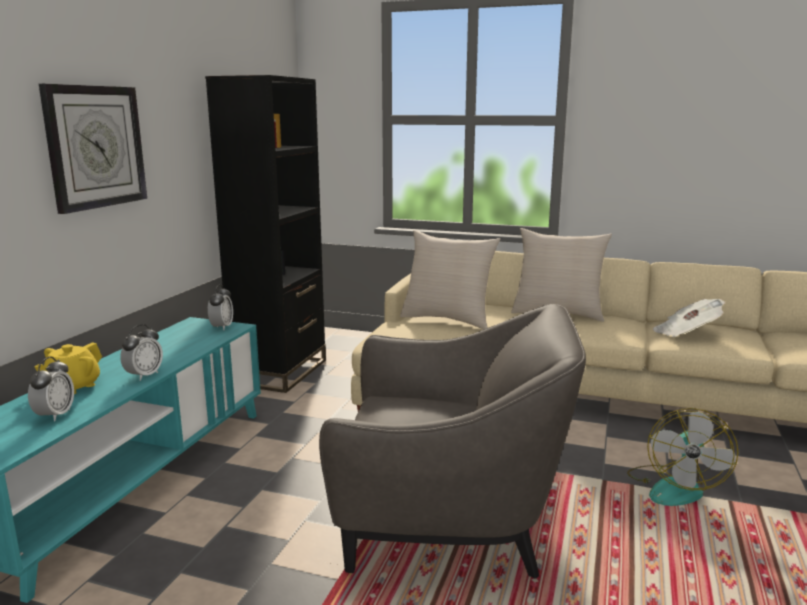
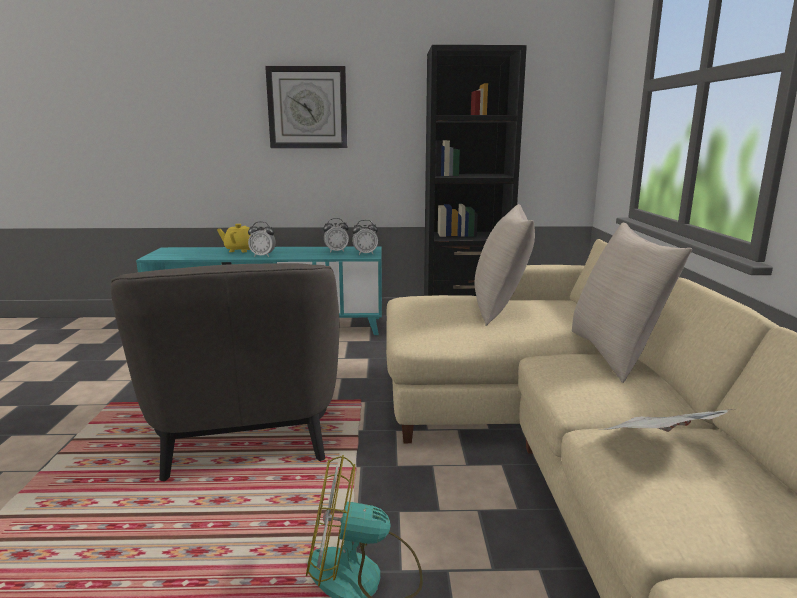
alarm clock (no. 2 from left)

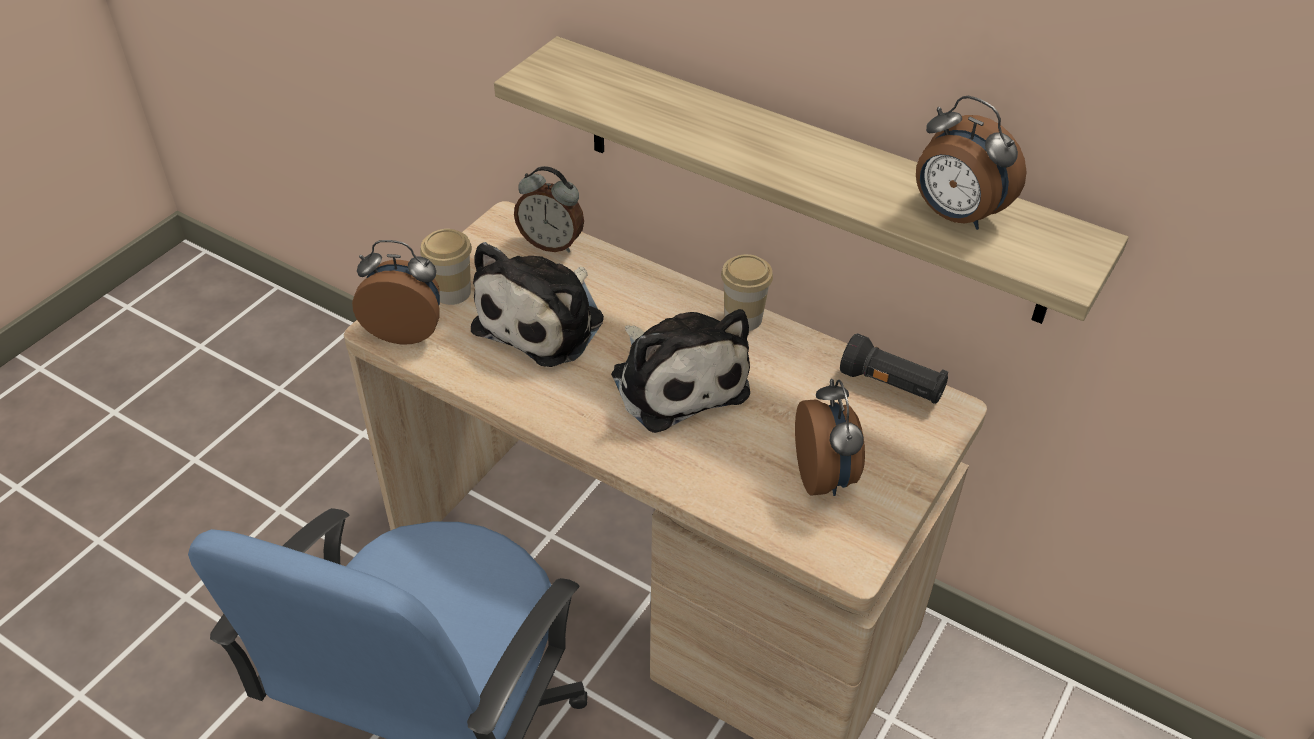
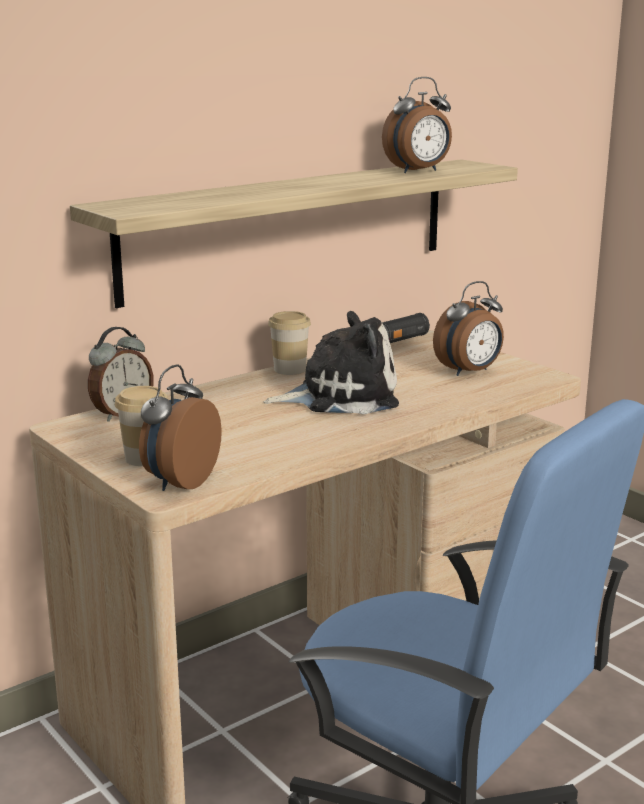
plush toy (no. 1 from left in the first image)
alarm clock (no. 4 from left)

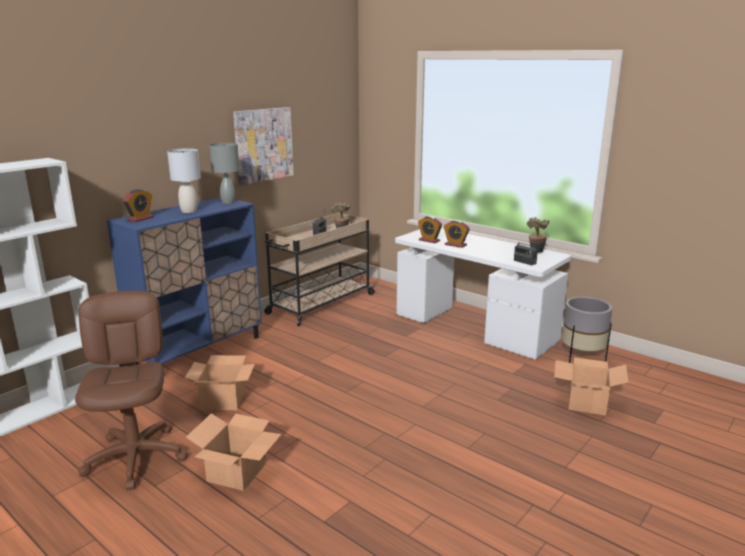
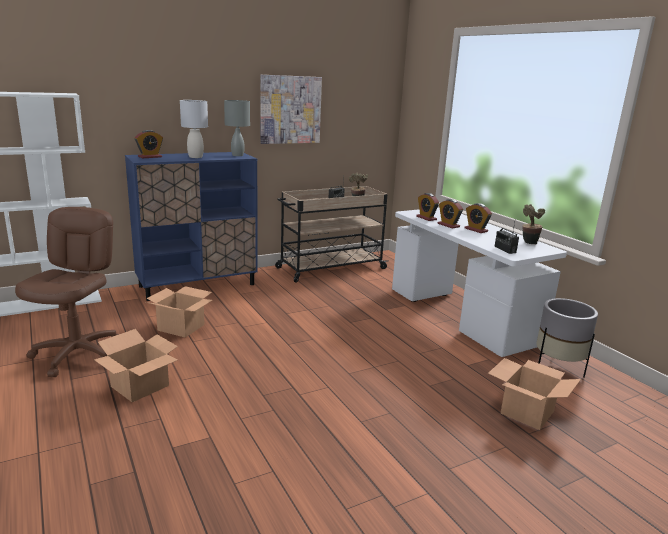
alarm clock (no. 4 from left)

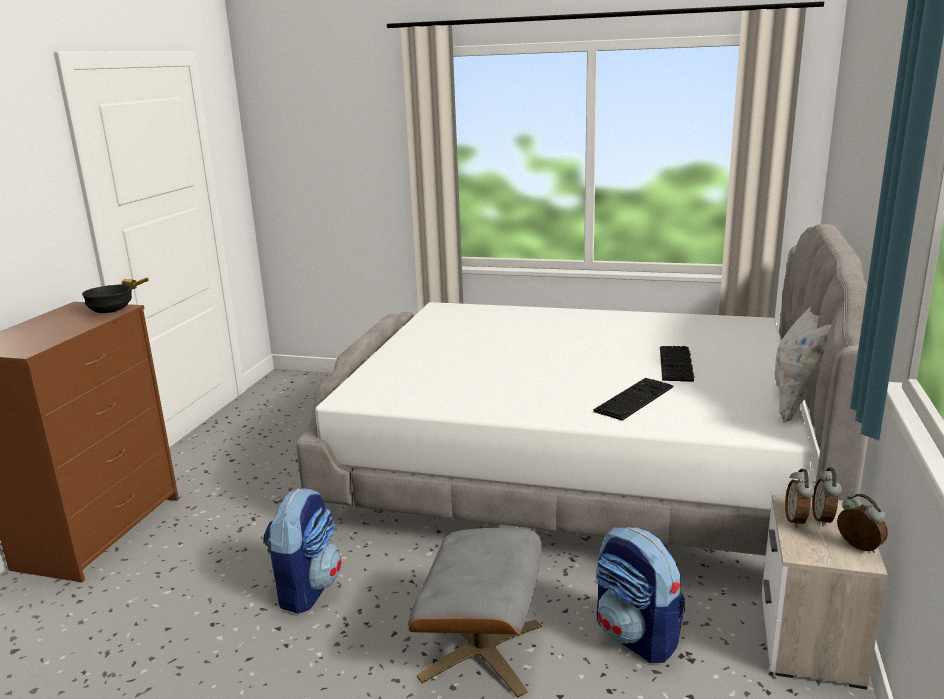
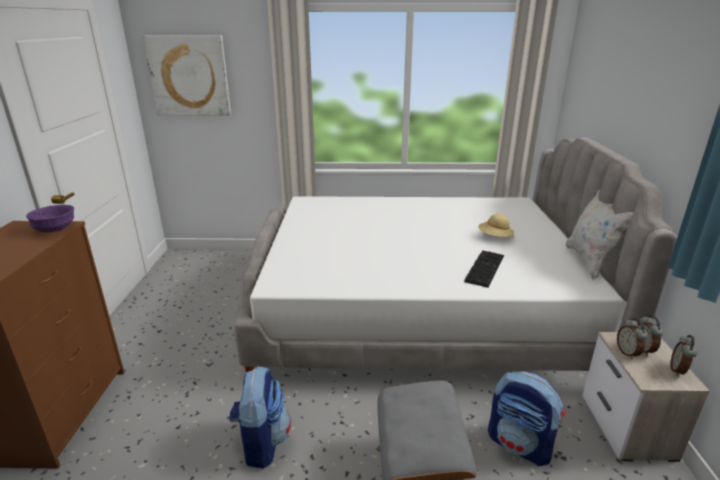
picture
beige hat
purple bowl
alarm clock (no. 3 from left)

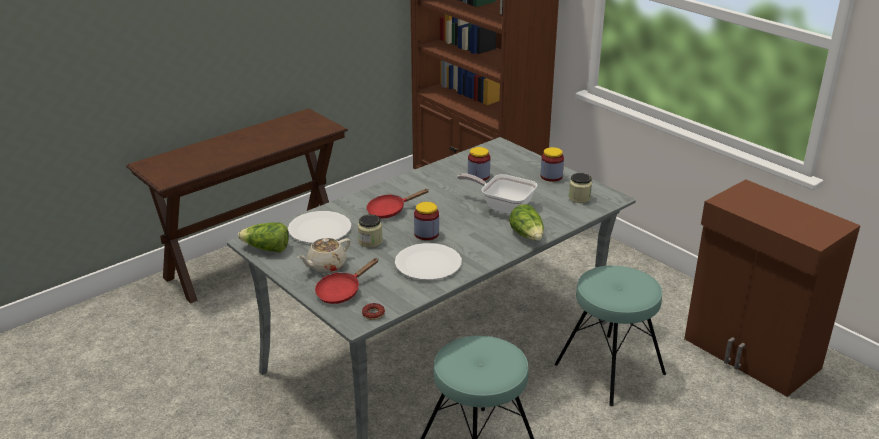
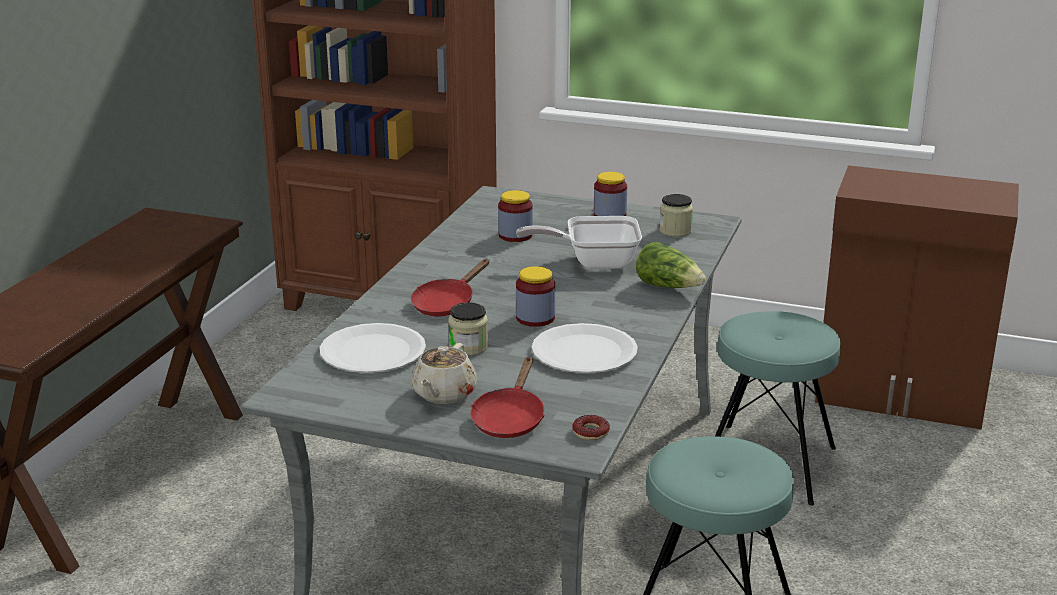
lettuce (no. 1 from left in the first image)

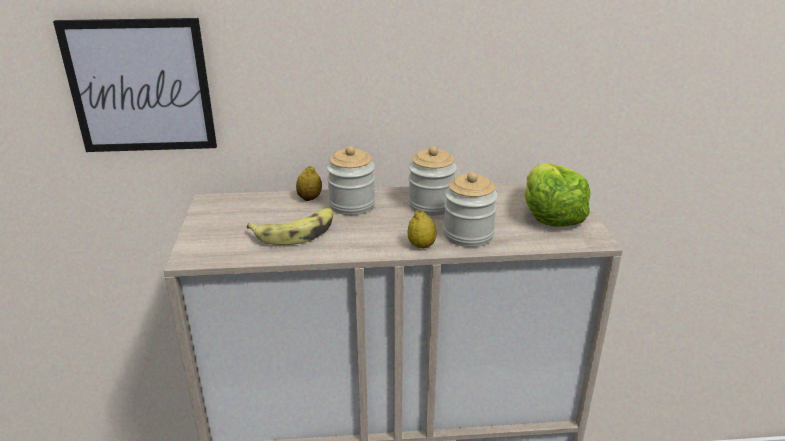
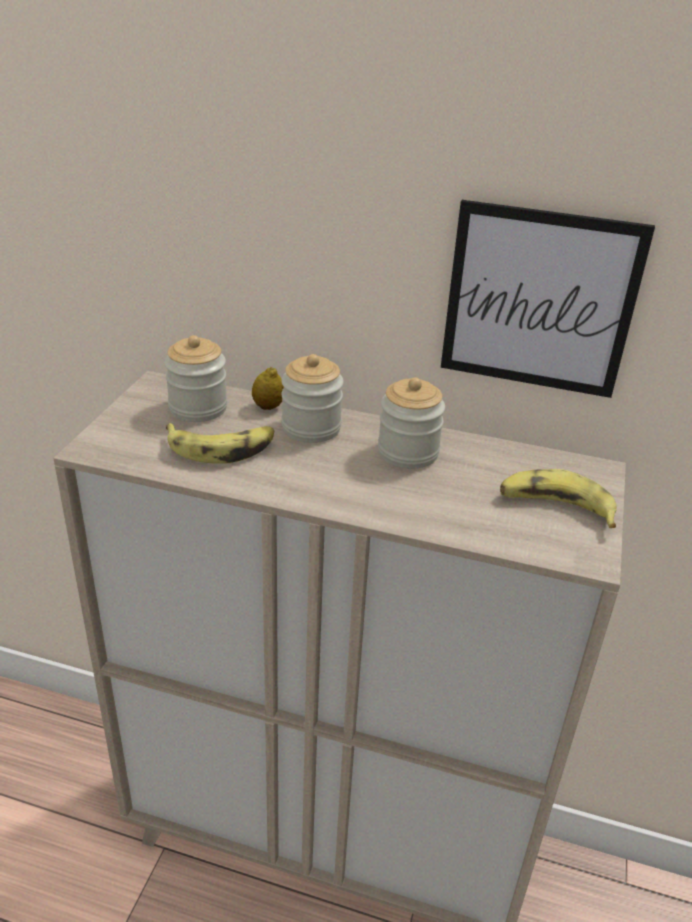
lemon (no. 2 from left in the first image)
picture
jar (no. 1 from left)
banana (no. 2 from left)

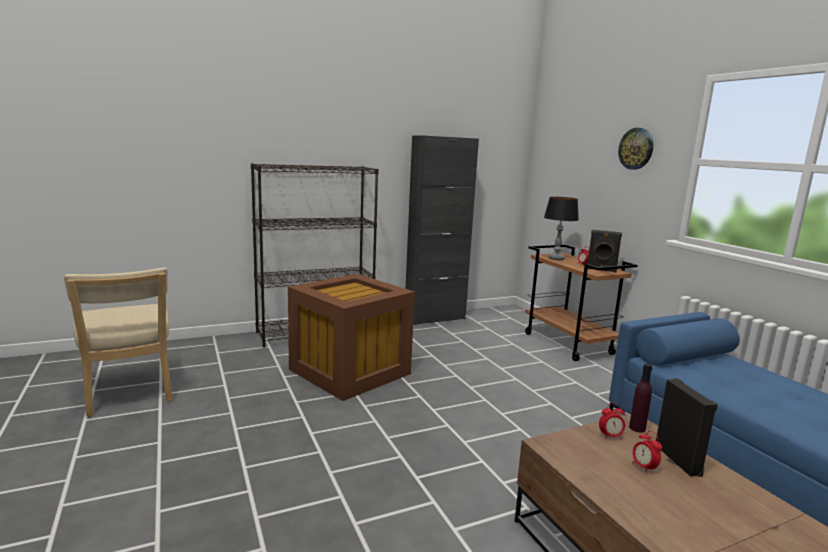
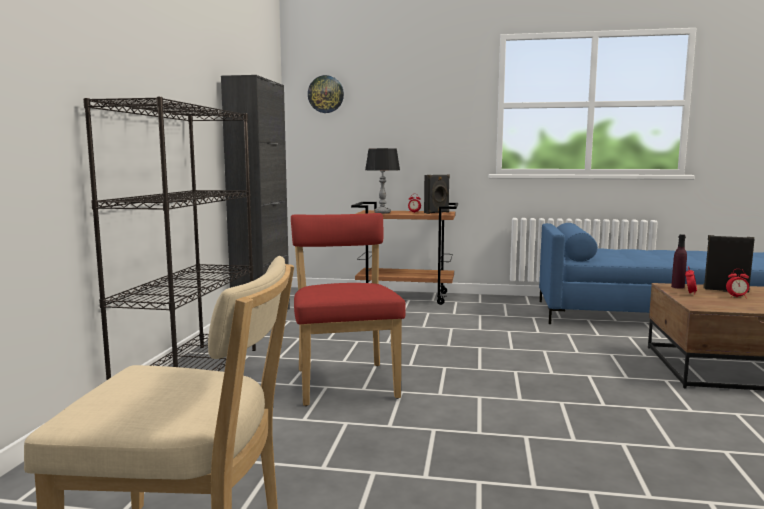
wall clock
red chair

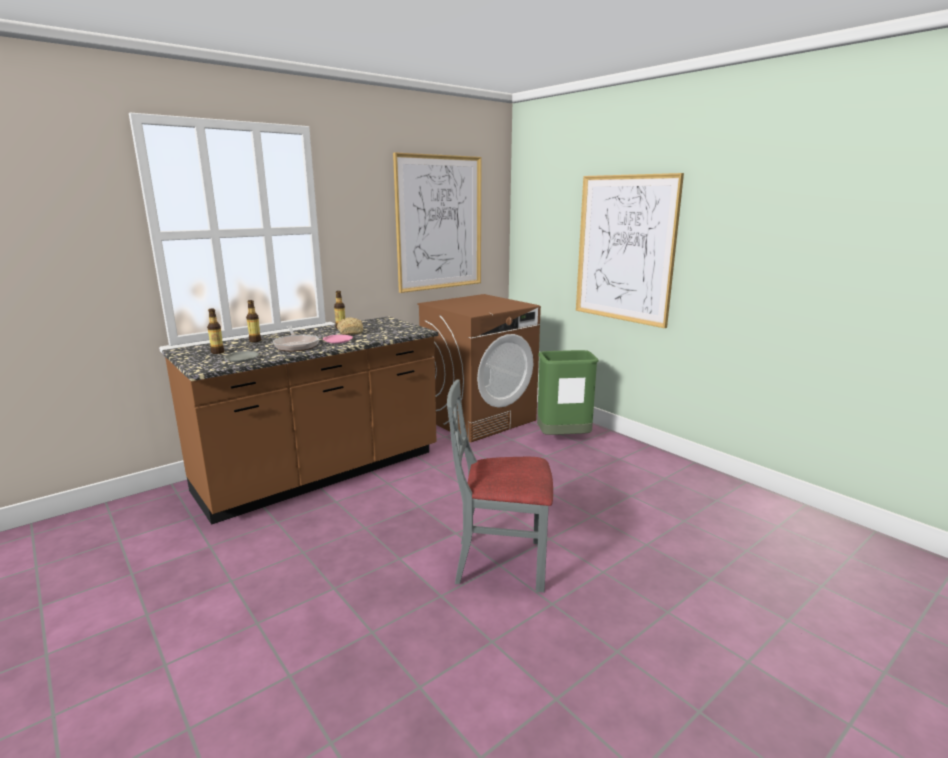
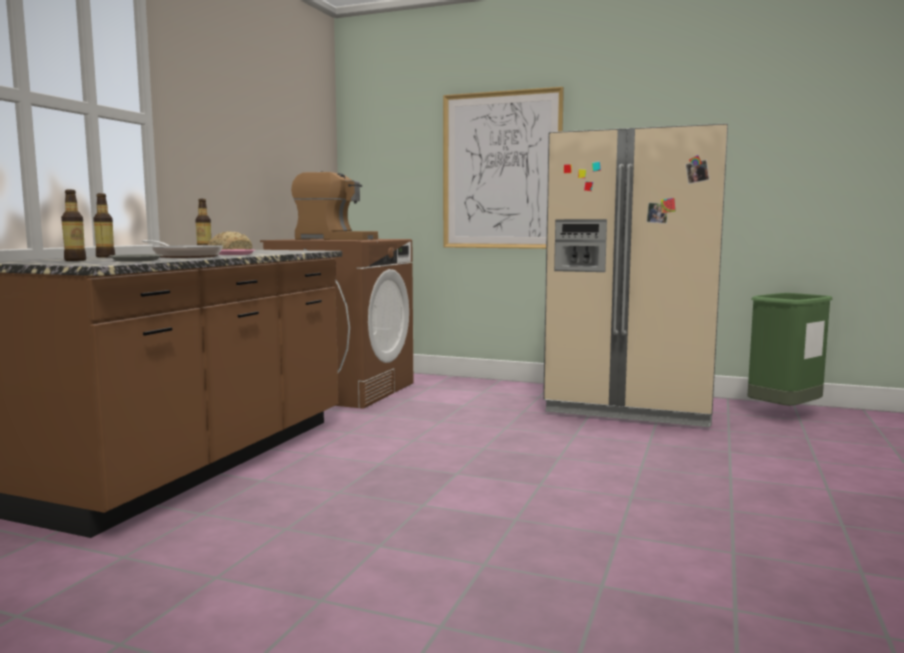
picture (no. 1 from left in the first image)
grey chair
coffee machine
beige fridge
green trash can

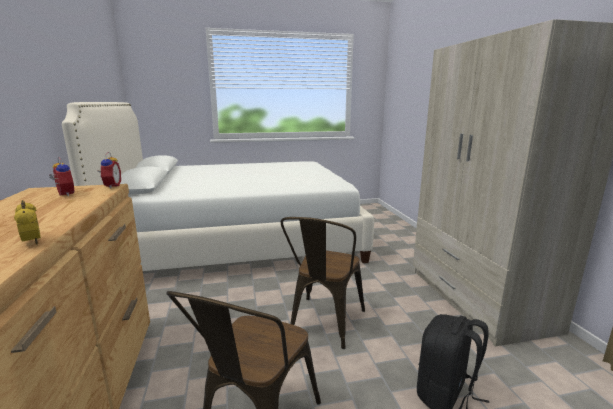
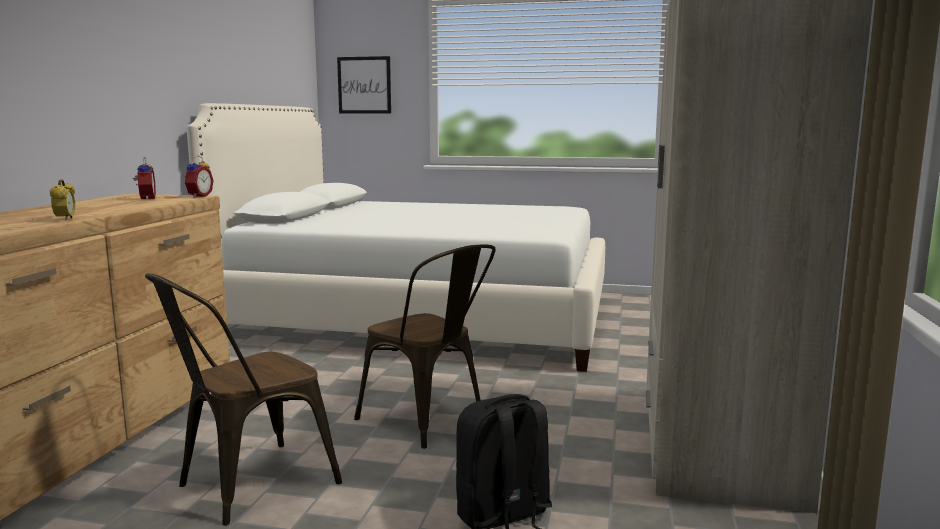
picture
brown chair (no. 2 from left)

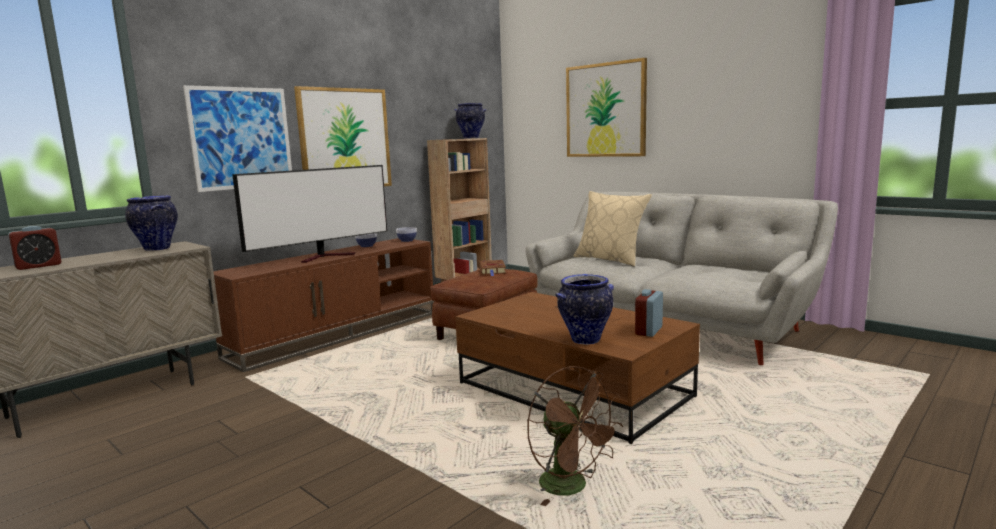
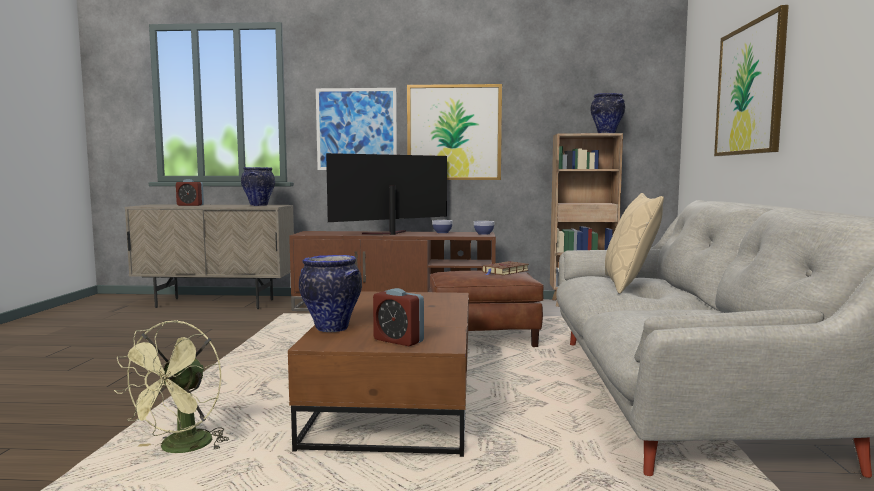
green fan
television
alarm clock (no. 2 from left)

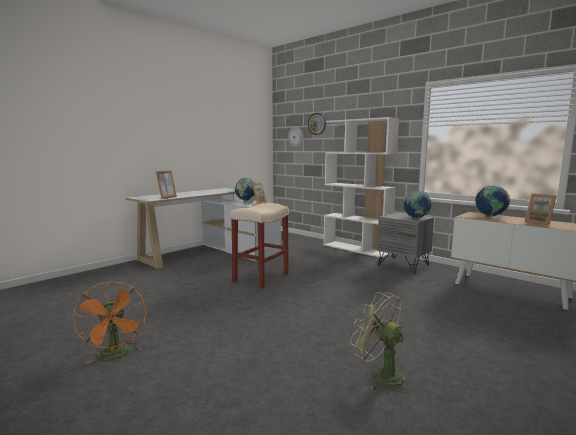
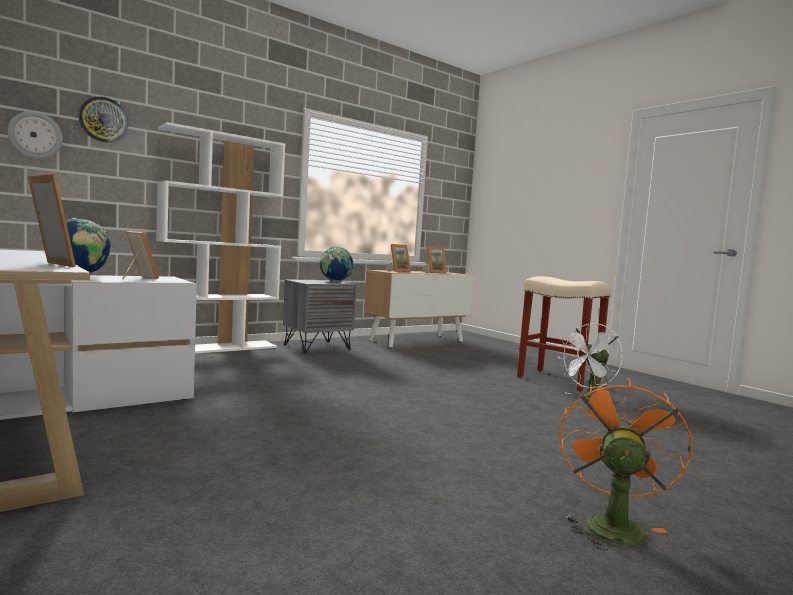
beige stool
picture frame (no. 3 from left)
white fan
orange fan

